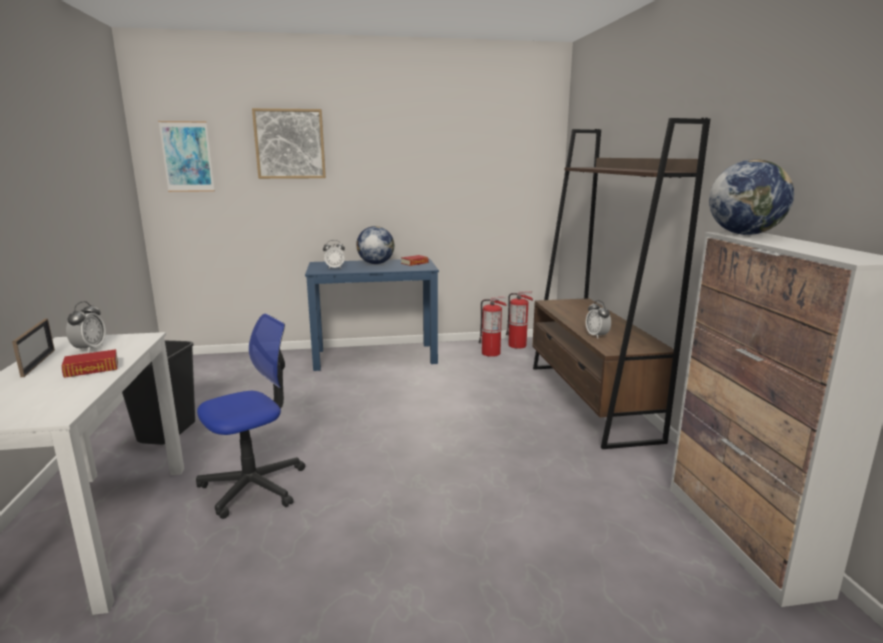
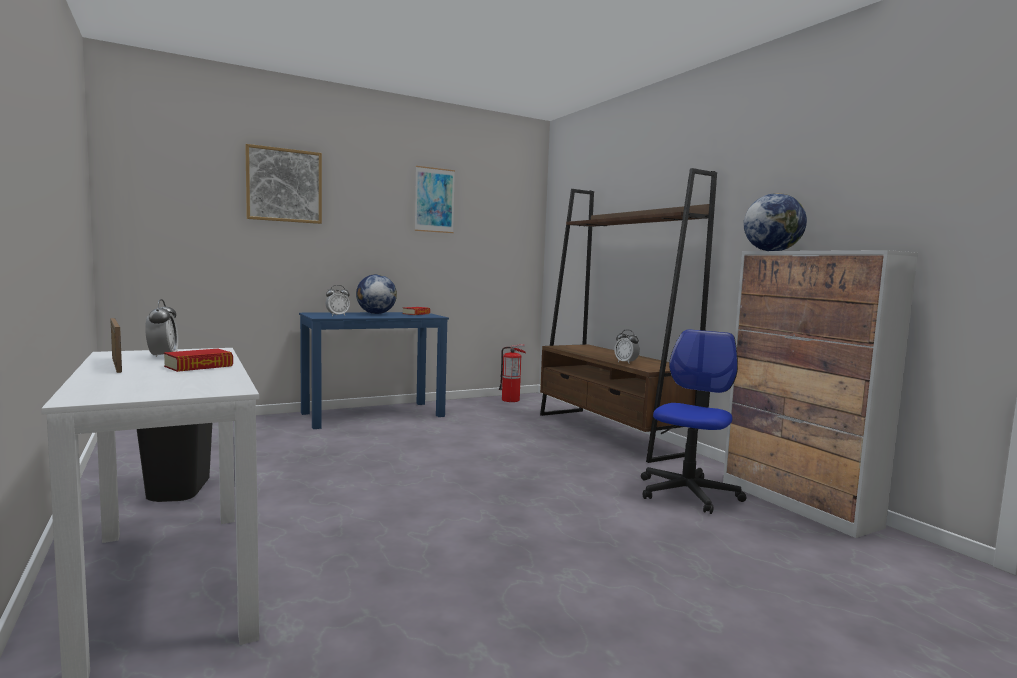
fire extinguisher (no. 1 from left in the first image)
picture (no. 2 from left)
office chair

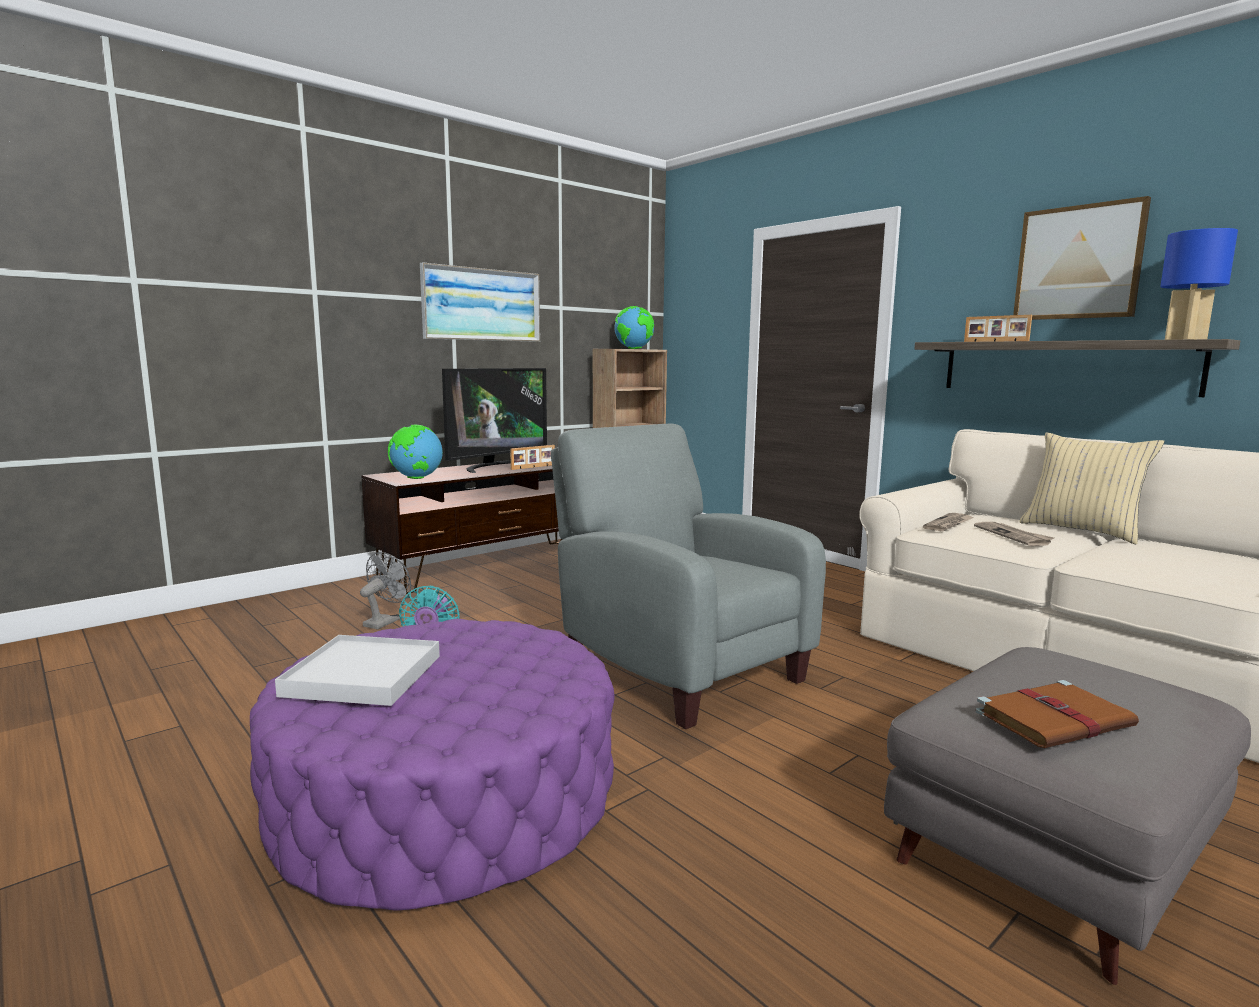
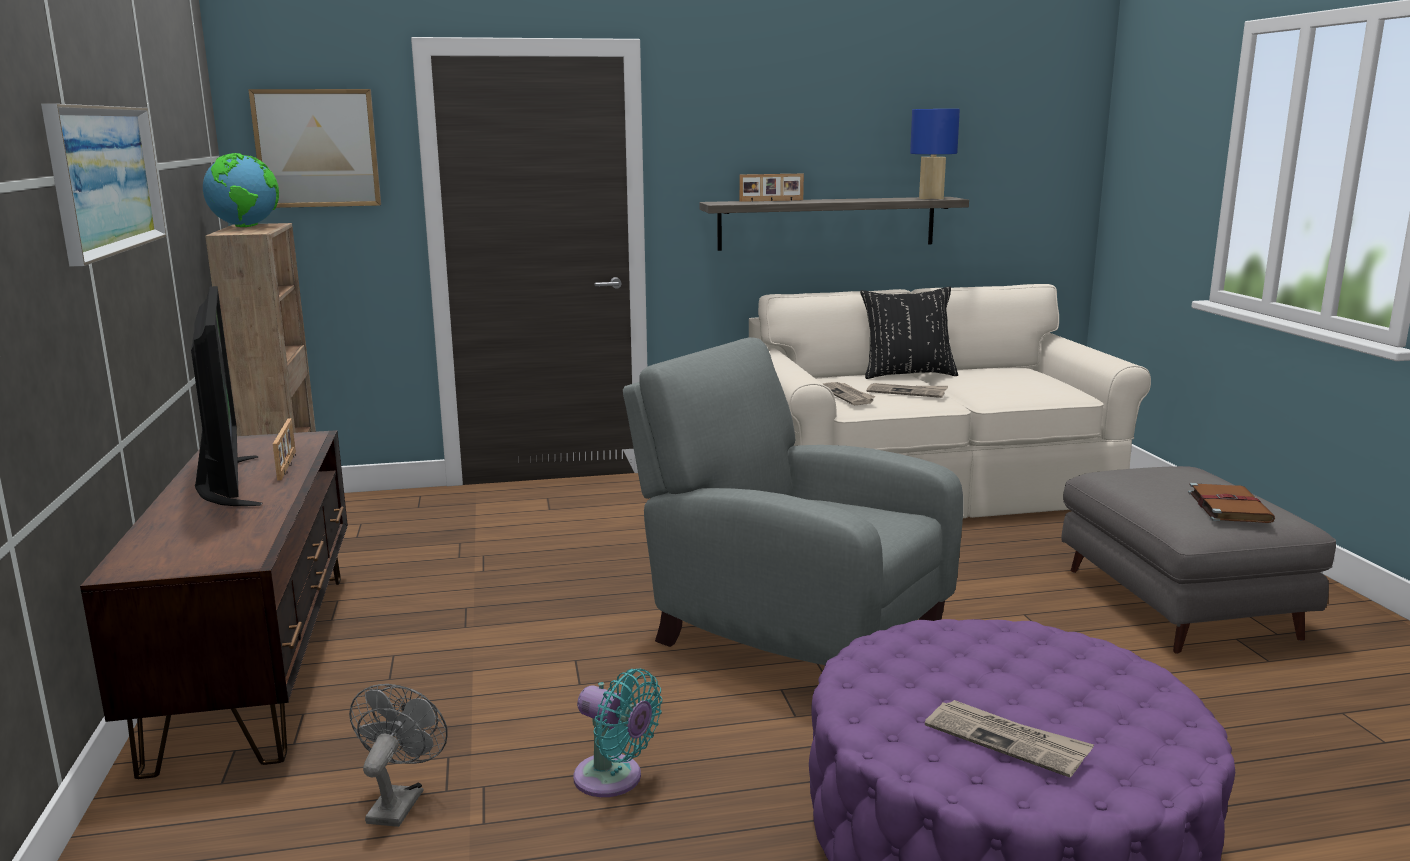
globe (no. 1 from left in the first image)
picture (no. 2 from left)
newspaper (no. 3 from left)
black pillow
grey fan
grey armchair

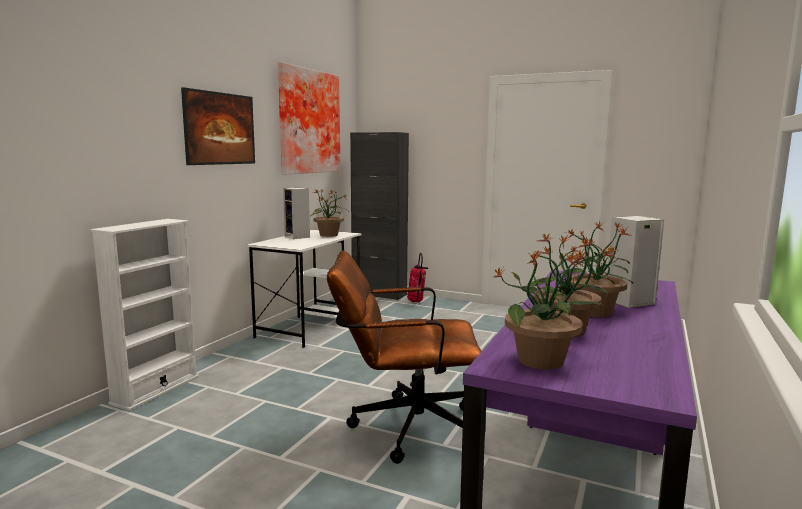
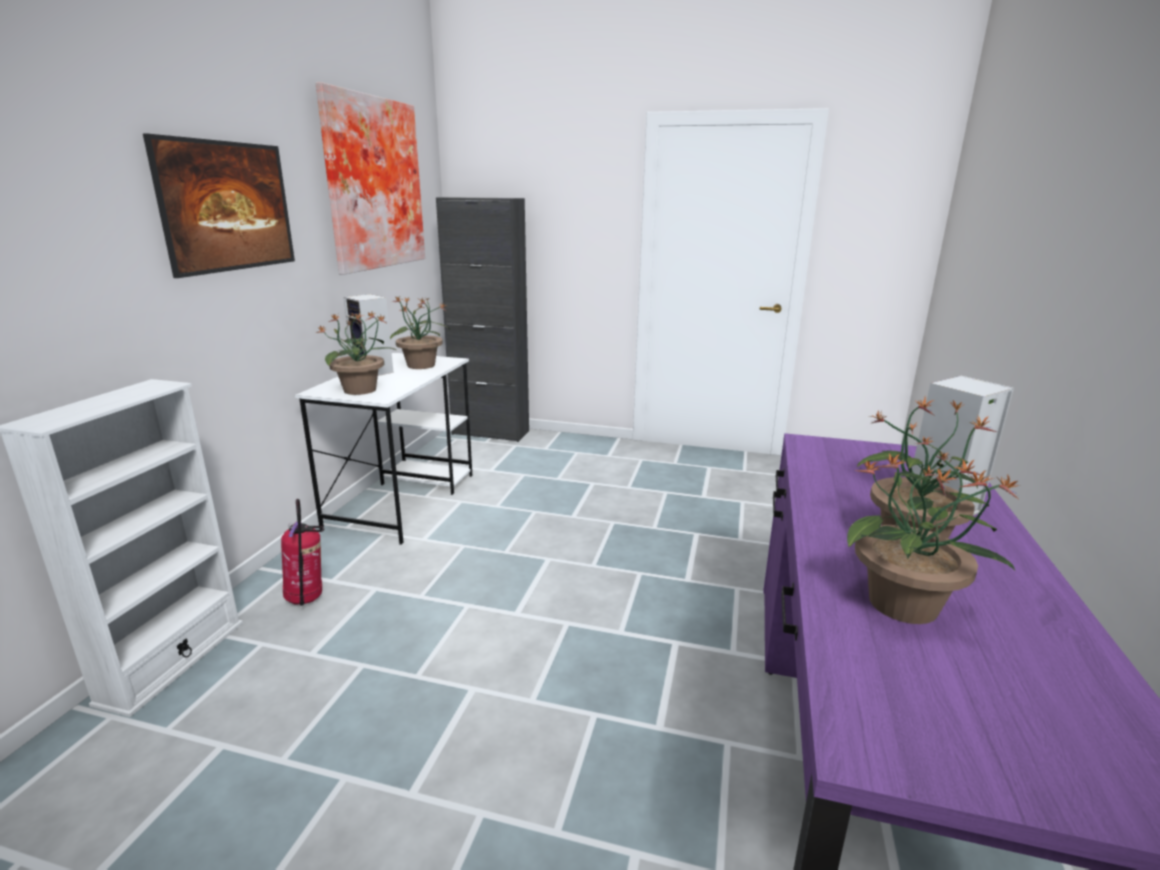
brown office chair
fire extinguisher
potted plant (no. 1 from left)

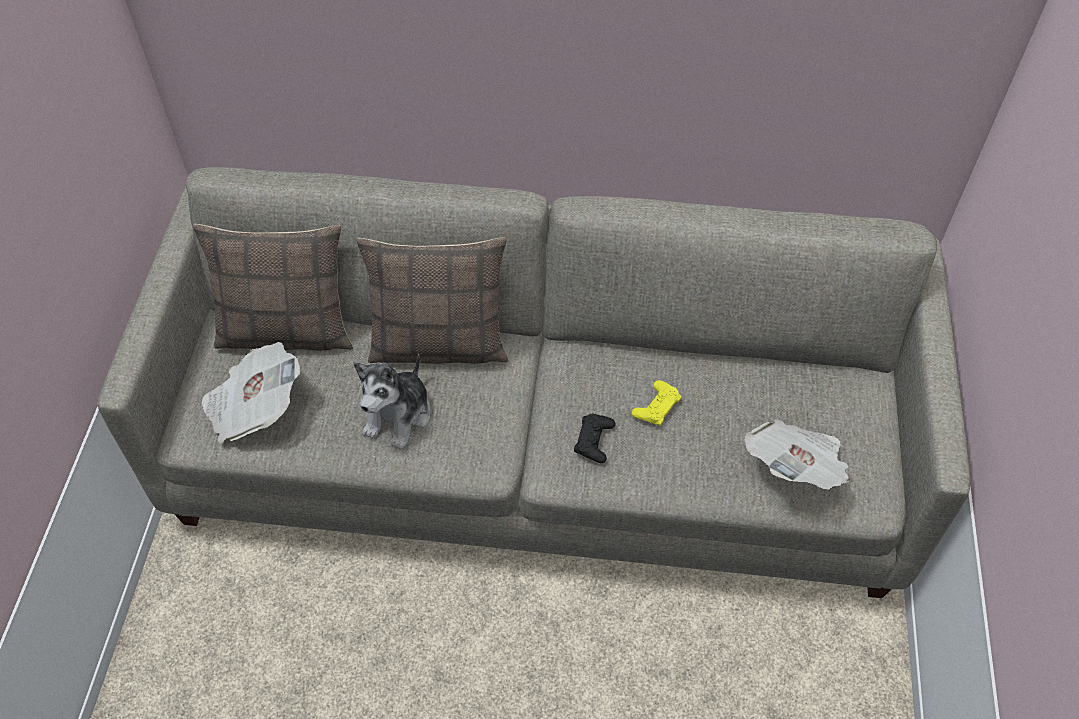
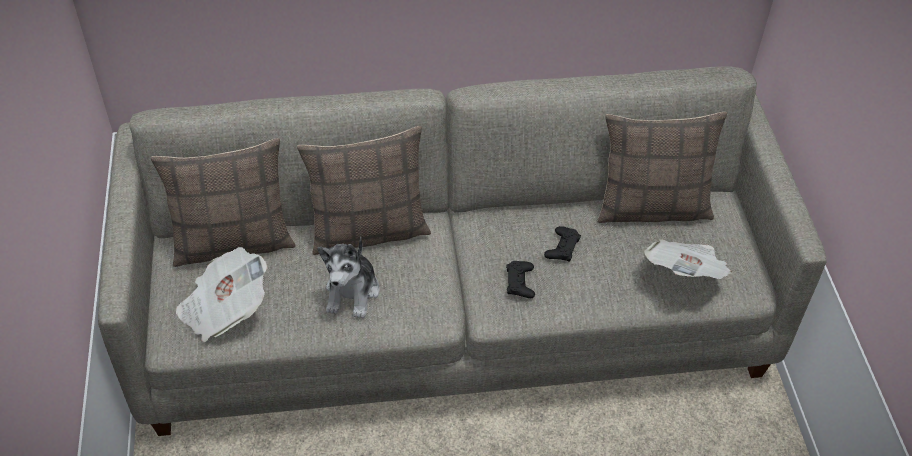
pillow (no. 3 from left)
black game controller (no. 2 from left)

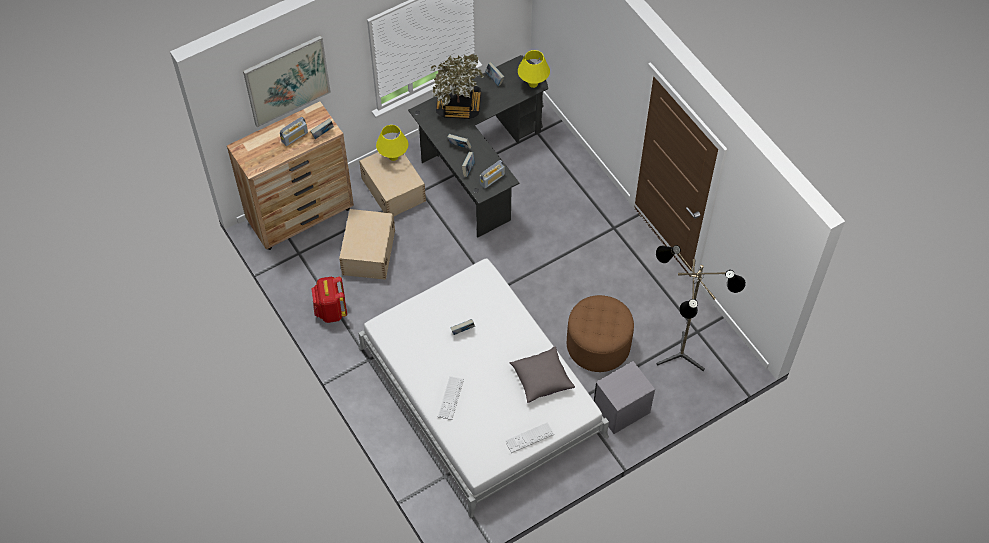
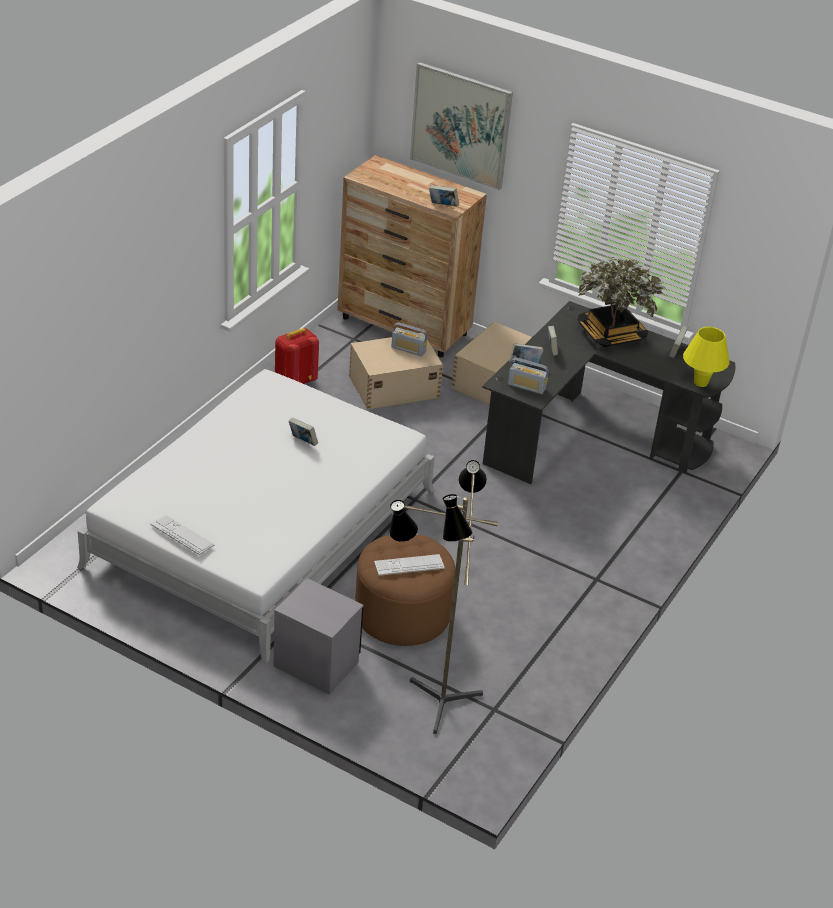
yellow table lamp (no. 1 from left in the first image)
grey pillow
radio (no. 1 from left)
keyboard (no. 2 from left)

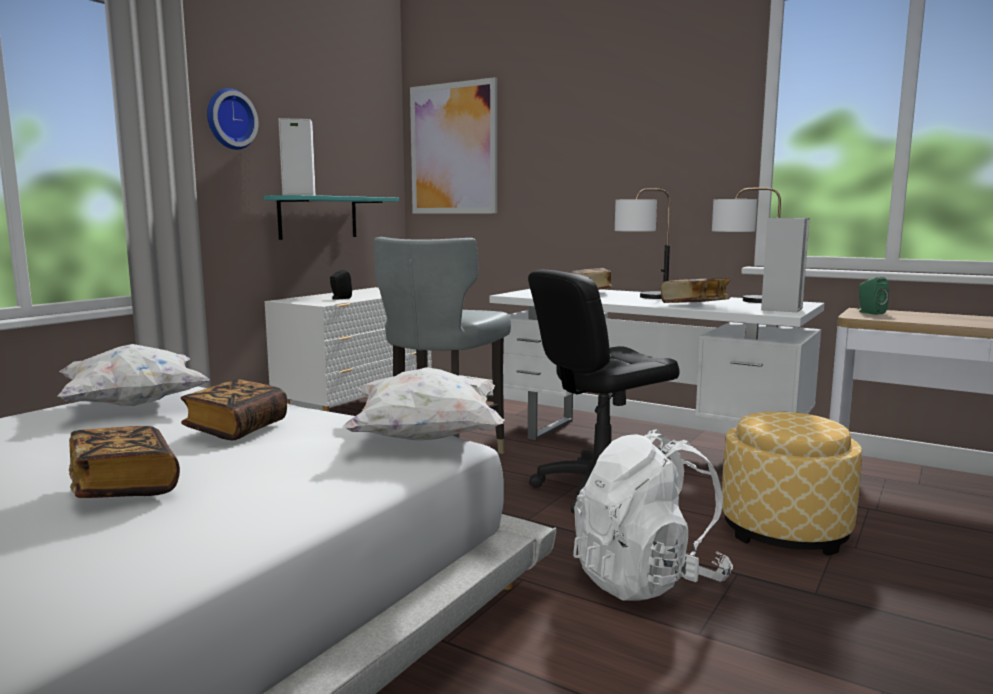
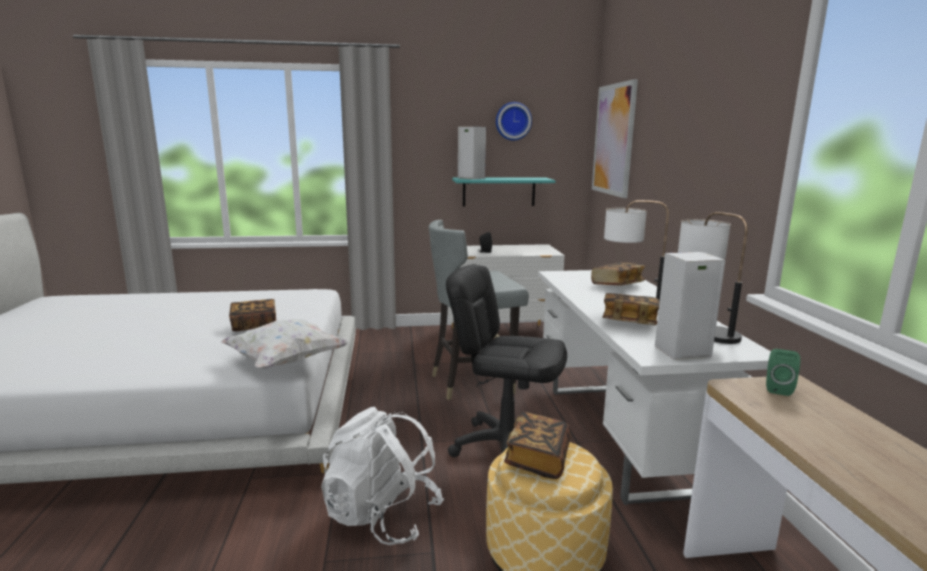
white pillow (no. 1 from left in the first image)
book (no. 2 from left)
wall clock

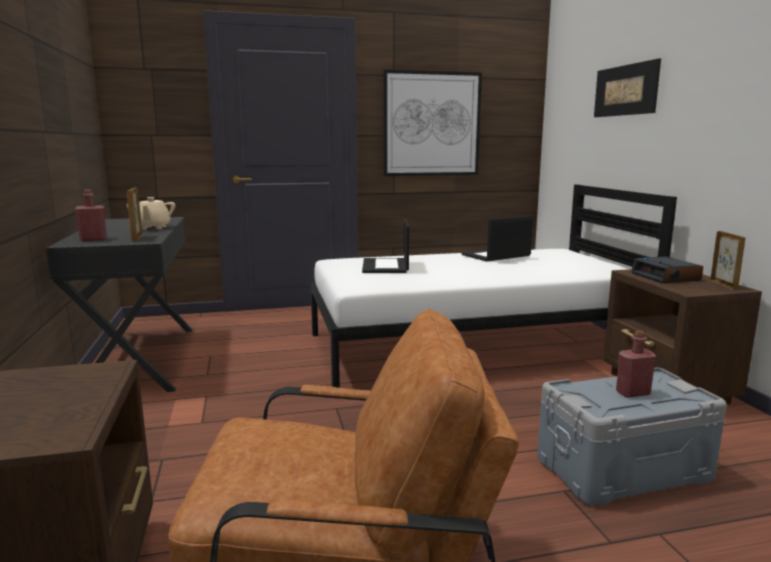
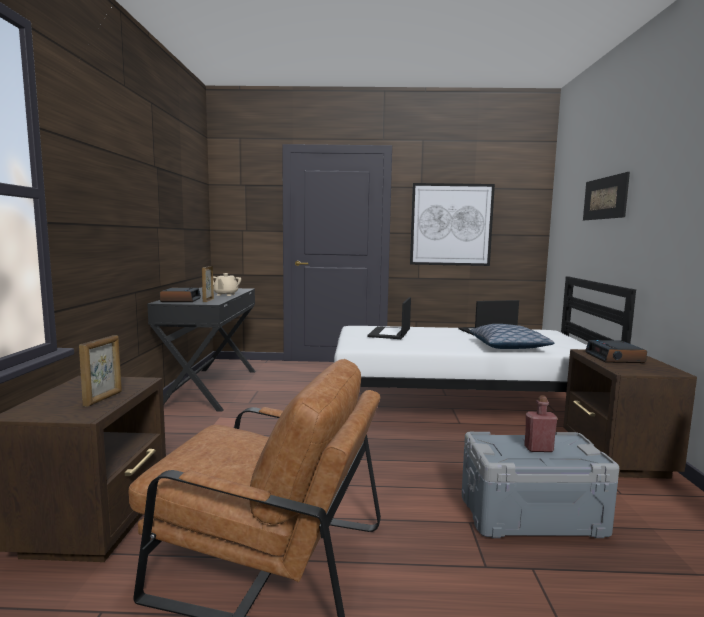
pillow
picture frame (no. 1 from left)
alarm clock (no. 1 from left)

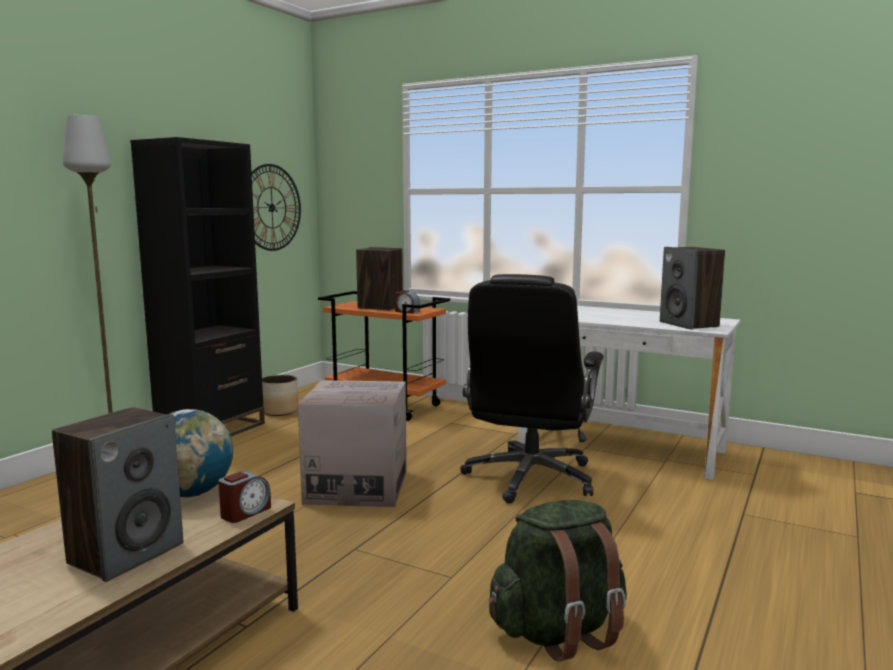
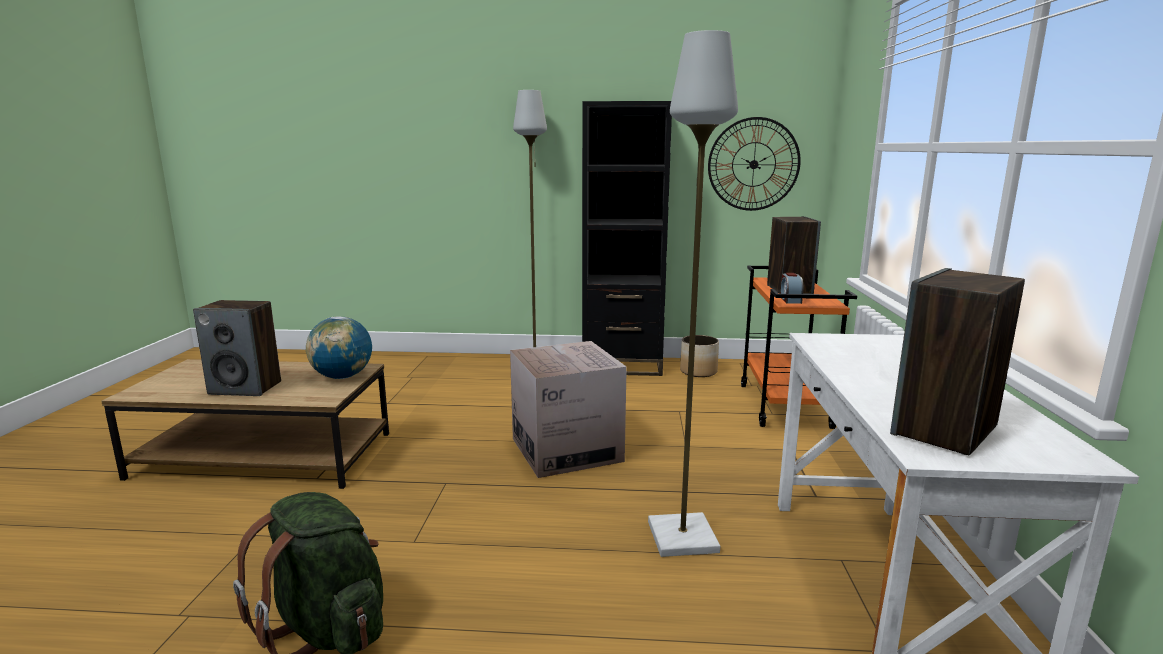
alarm clock (no. 1 from left in the first image)
grey floor lamp (no. 2 from left)

